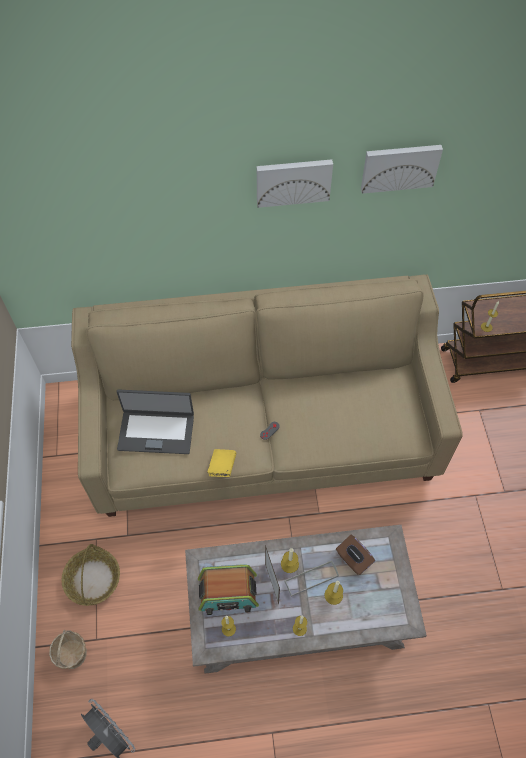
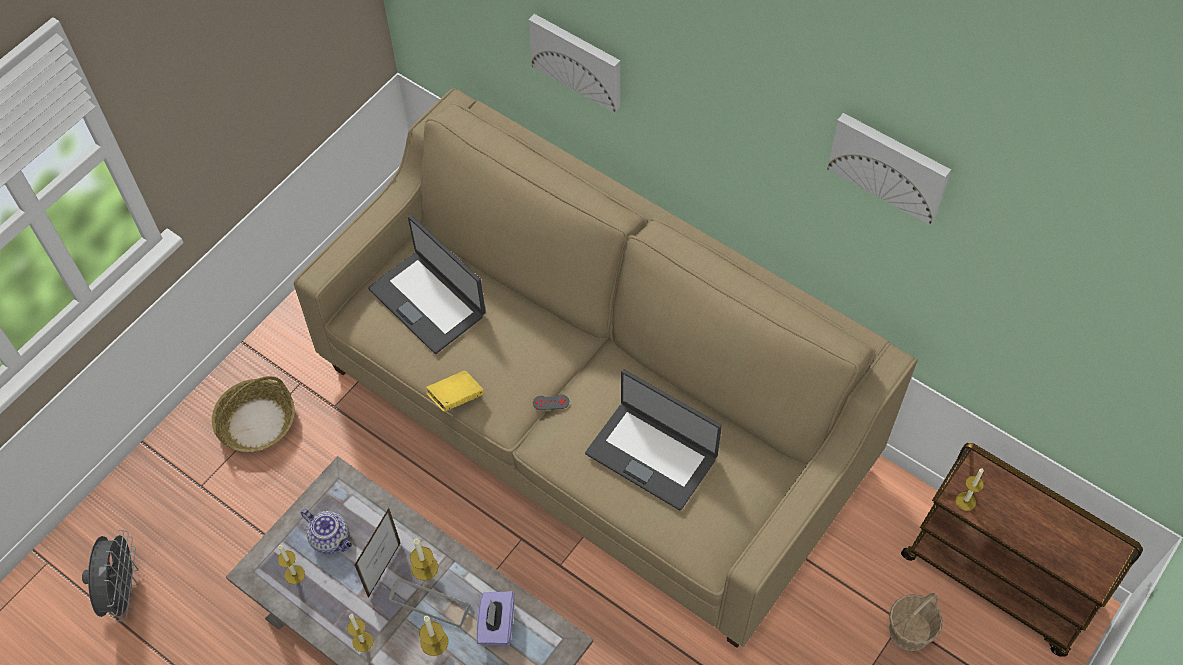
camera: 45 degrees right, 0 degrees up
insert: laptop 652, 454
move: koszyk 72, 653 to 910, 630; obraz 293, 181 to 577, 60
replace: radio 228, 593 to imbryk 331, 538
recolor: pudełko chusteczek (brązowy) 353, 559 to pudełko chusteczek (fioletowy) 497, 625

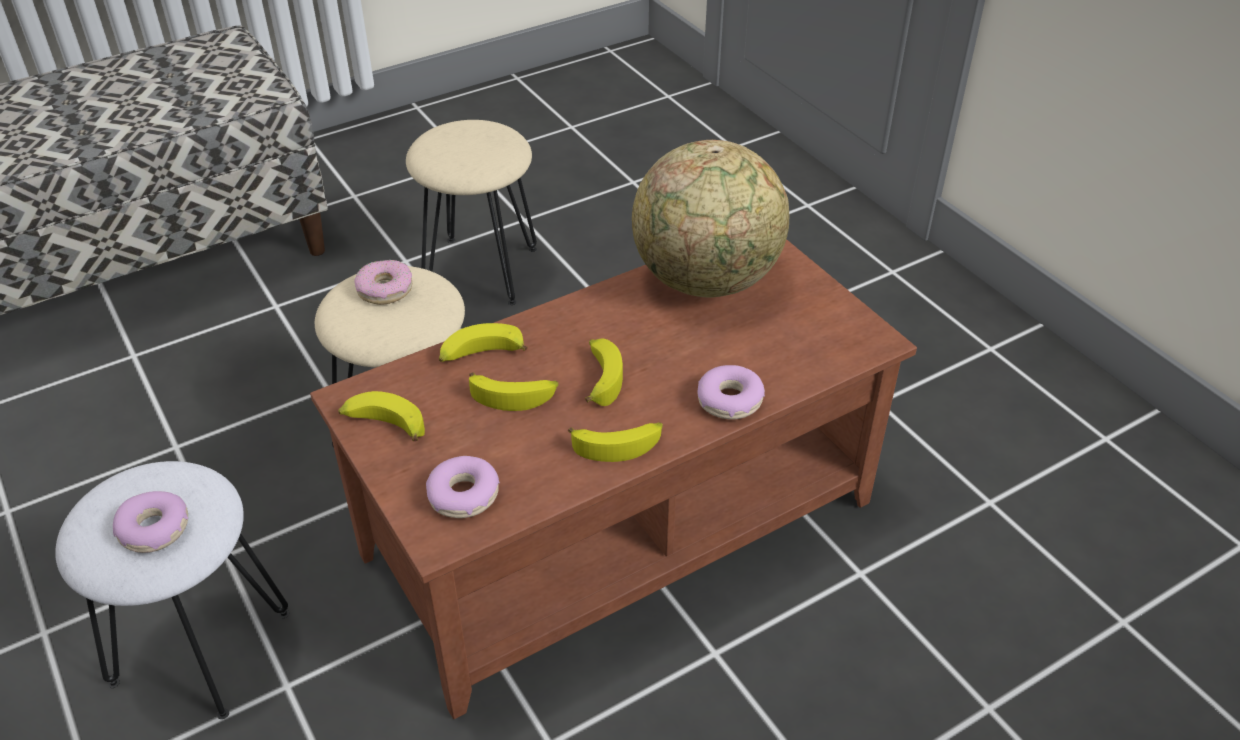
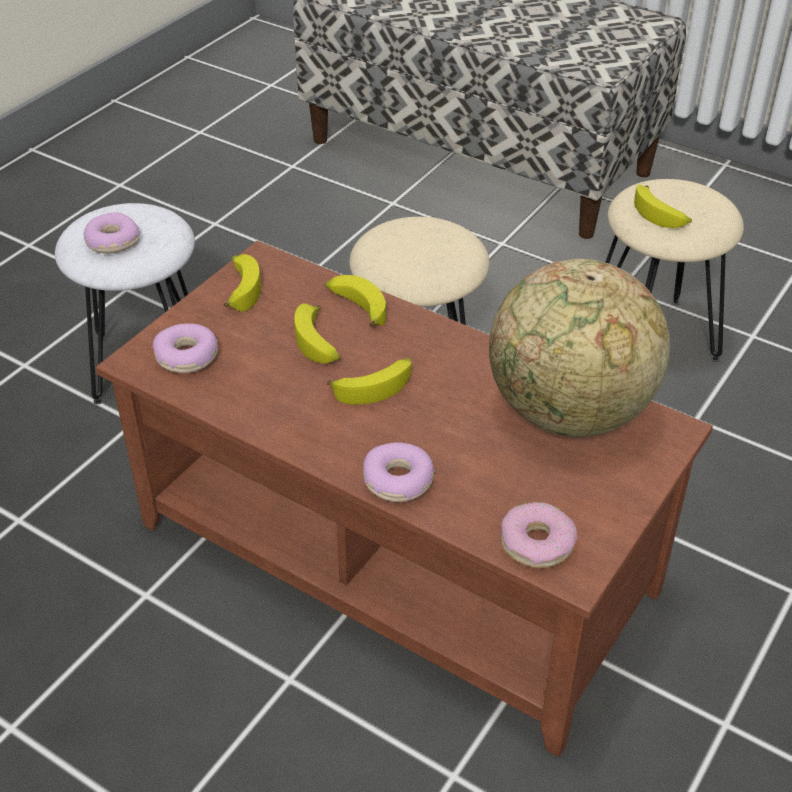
camera: 65 degrees right, 0 degrees up
move: donut 385, 289 to 537, 543; banan 618, 444 to 660, 215

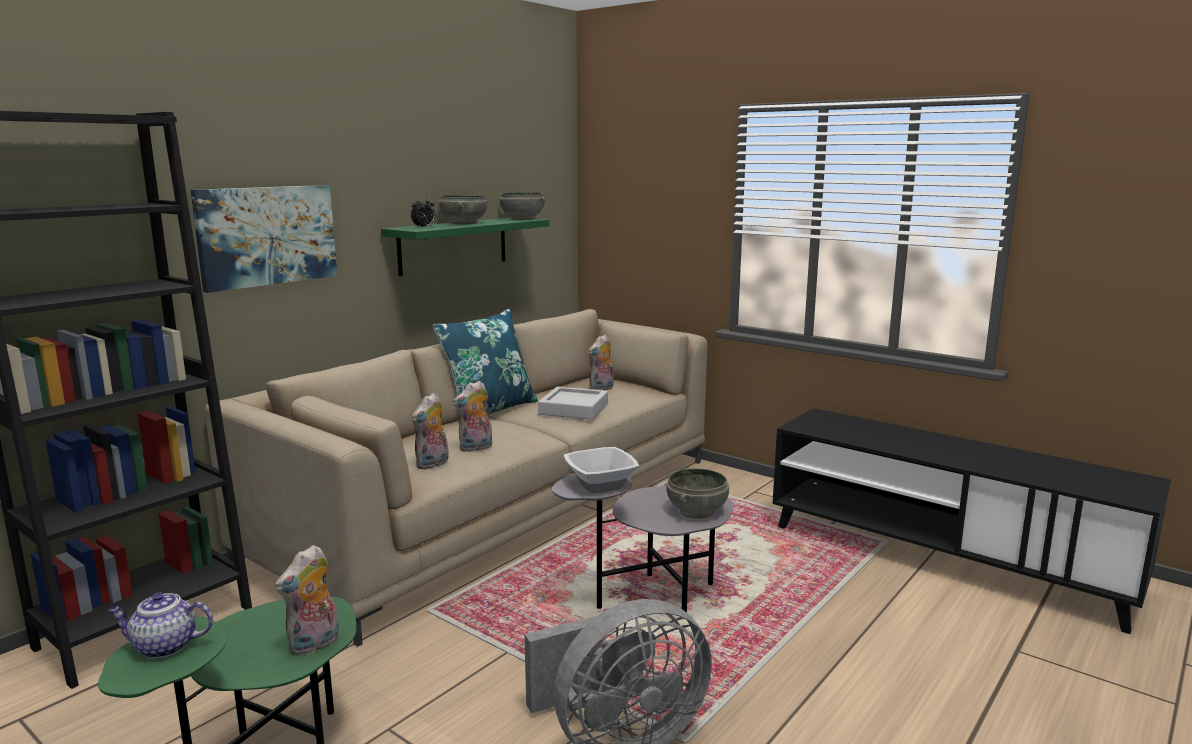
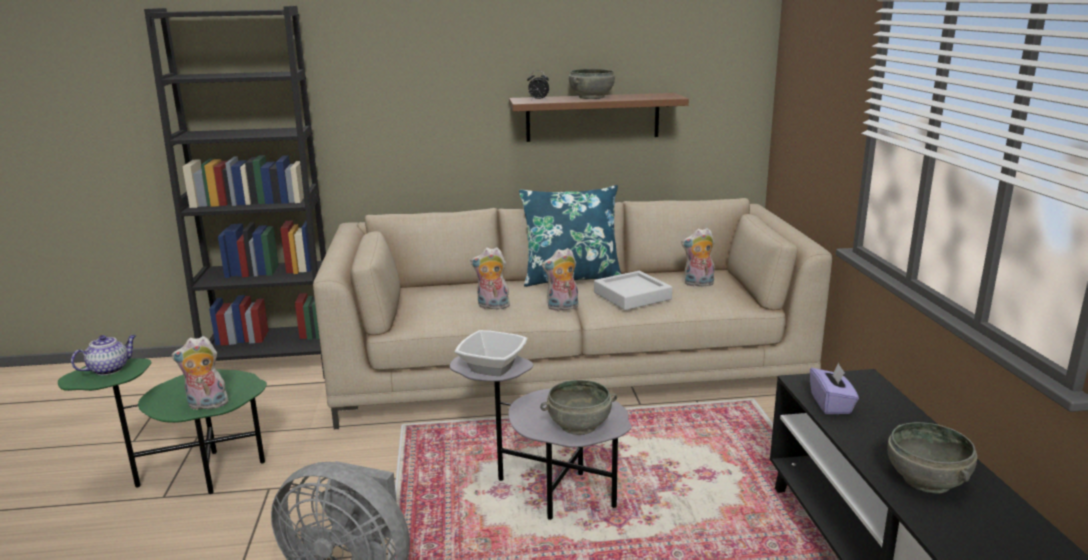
camera: 45 degrees right, 5 degrees up
delete: obraz 267, 235
insert: pudełko chusteczek (fioletowy) 831, 404
move: pluszak 433, 464 to 562, 308; miska (szary) 523, 219 to 927, 480
recolor: półka (zielony) 453, 245 to półka (brązowy) 592, 117
rotate: imbryk 163, 647 = 110, 369 90 degrees clockwise

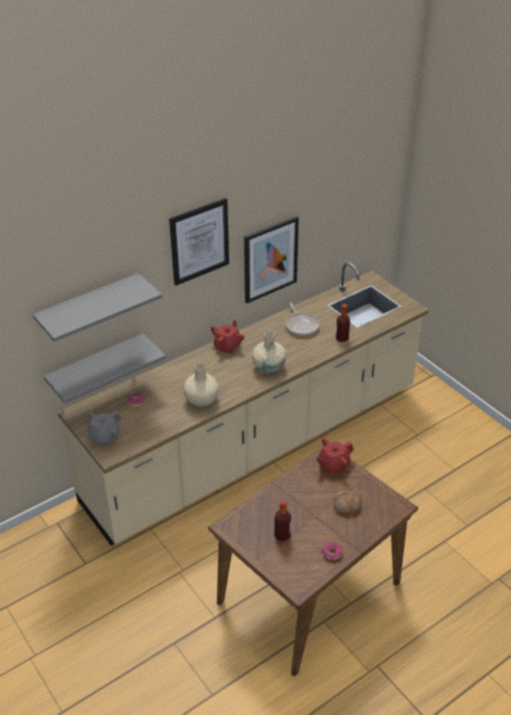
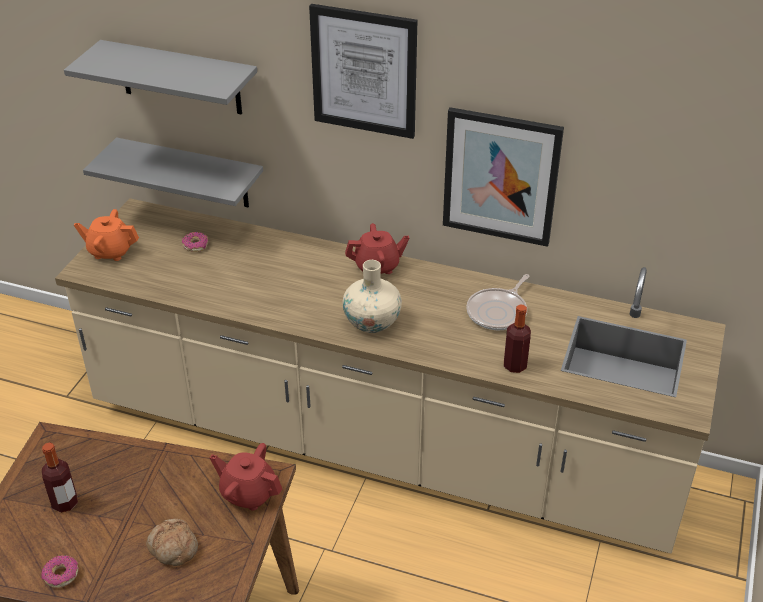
camera: 55 degrees right, 0 degrees up
delete: wazon (beżowy) 201, 400
recolor: imbryk (szary) 104, 437 to imbryk (pomarańczowy) 110, 251

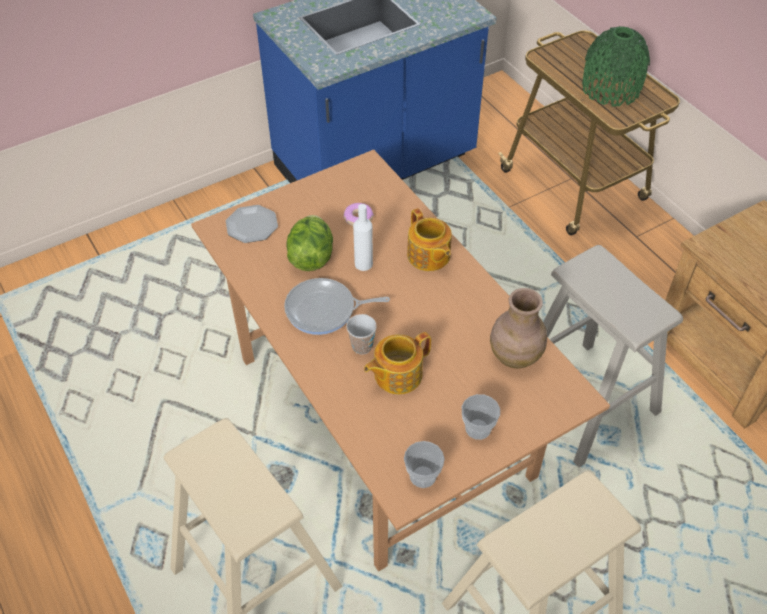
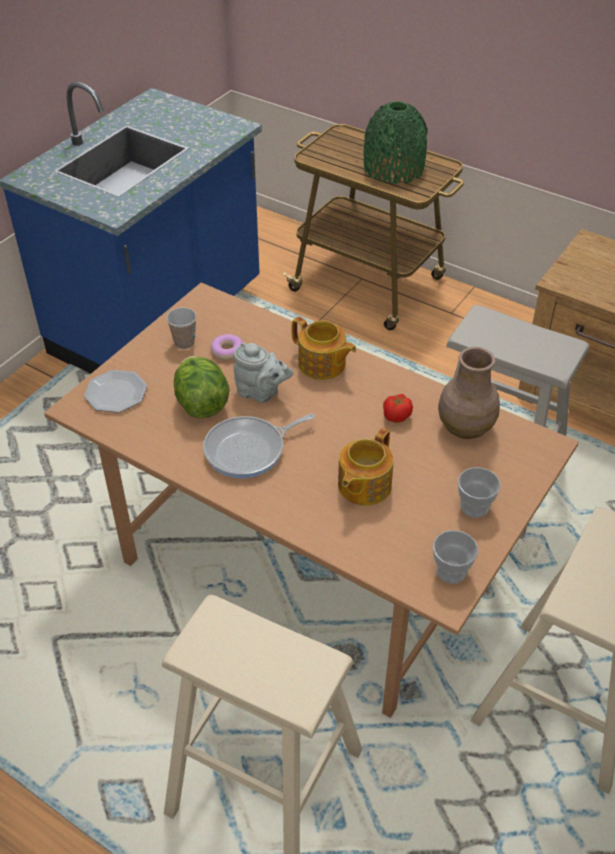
camera: 25 degrees left, 5 degrees down
insert: pomidor 396, 416
move: filiżanka 362, 346 to 184, 343
replace: butelka (biały) 363, 264 to imbryk (szary) 261, 392

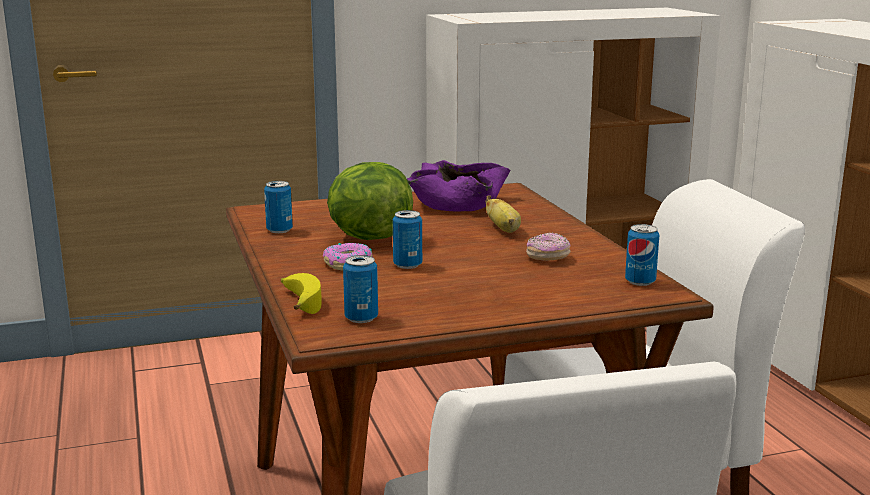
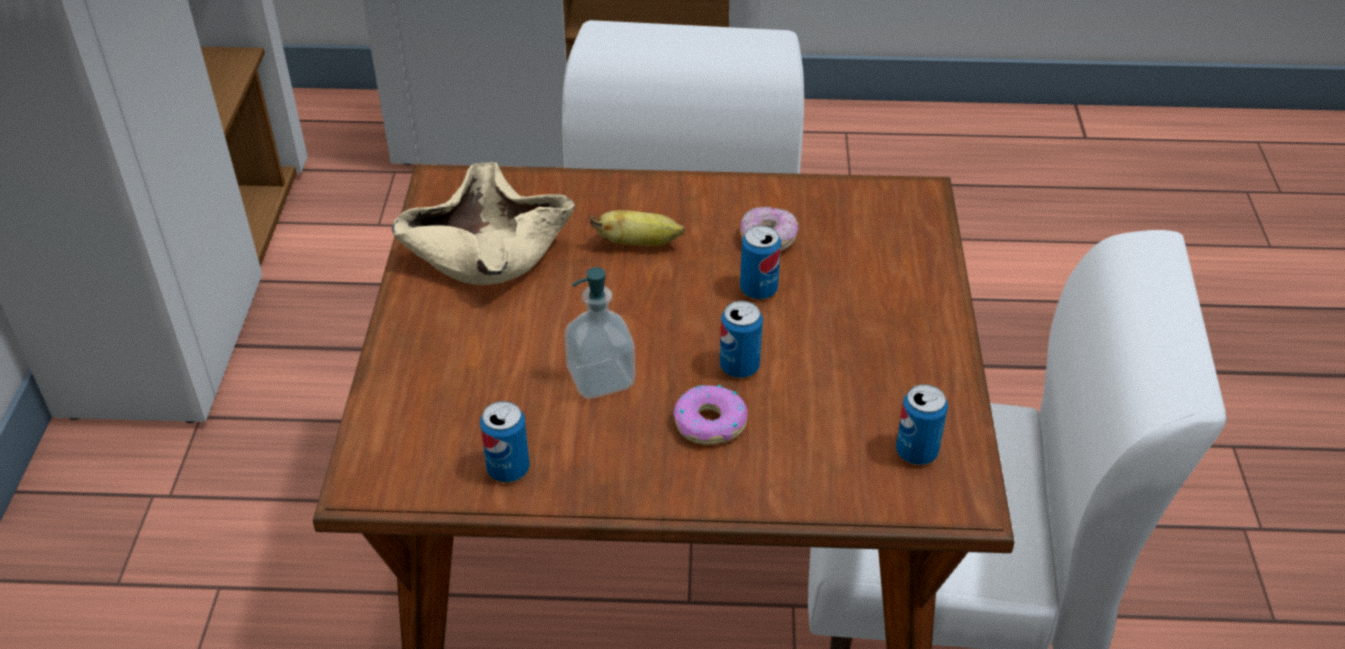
camera: 70 degrees left, 25 degrees up
delete: banan 299, 302
move: puszka 640, 281 to 758, 289
replace: sałata 368, 237 to dozownik mydła 601, 378
recolor: miska (fioletowy) 457, 203 to miska (beżowy) 487, 251

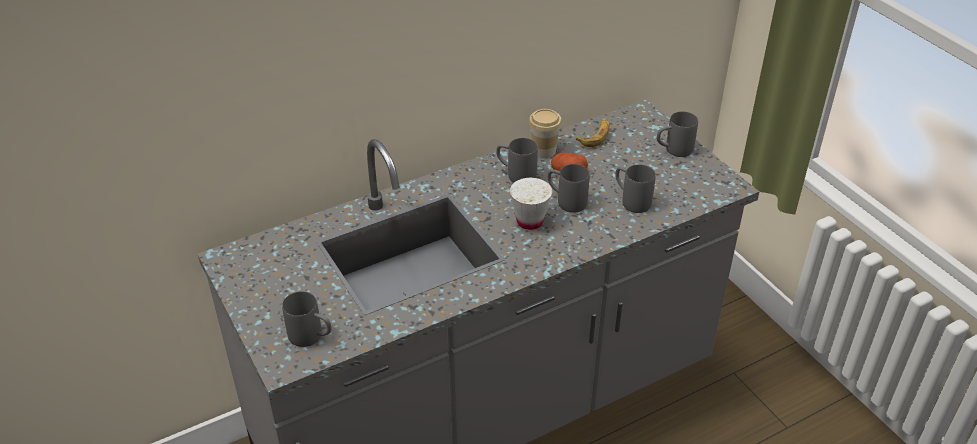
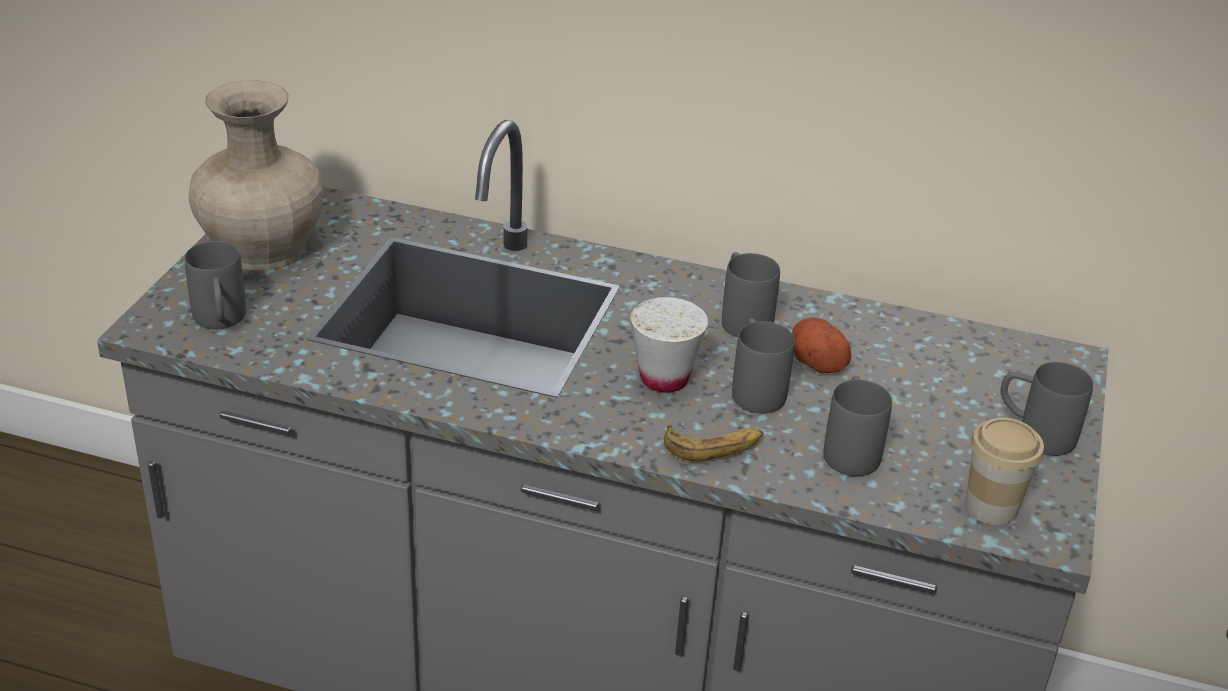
camera: 45 degrees right, 5 degrees down
insert: wazon (beżowy) 260, 247
move: filiżanka 543, 151 to 991, 507; banan 595, 136 to 713, 447

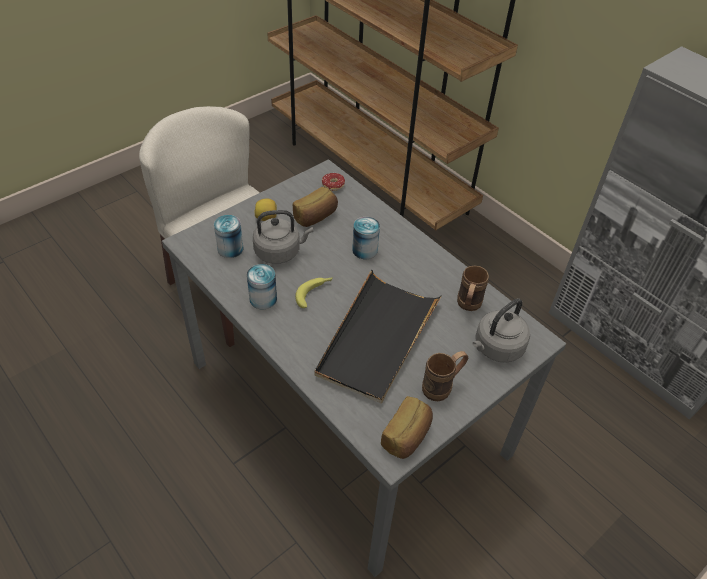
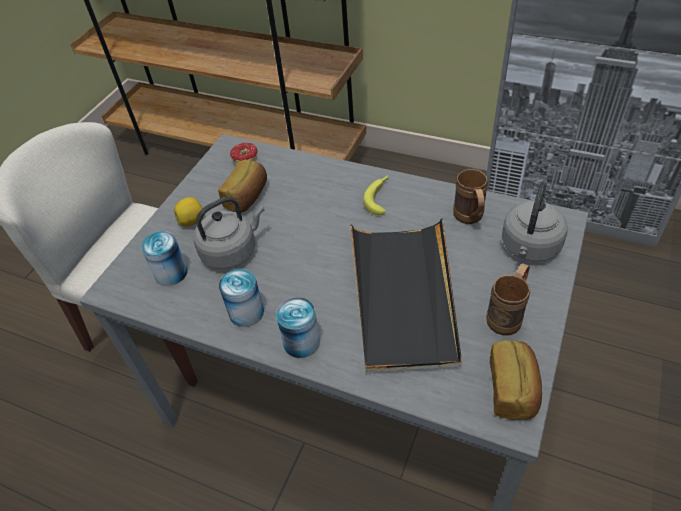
camera: 20 degrees left, 0 degrees up
move: banan 314, 293 to 380, 197; puszka 365, 250 to 301, 342

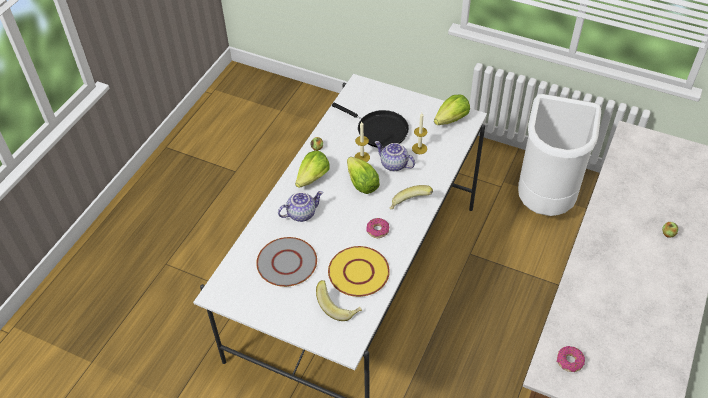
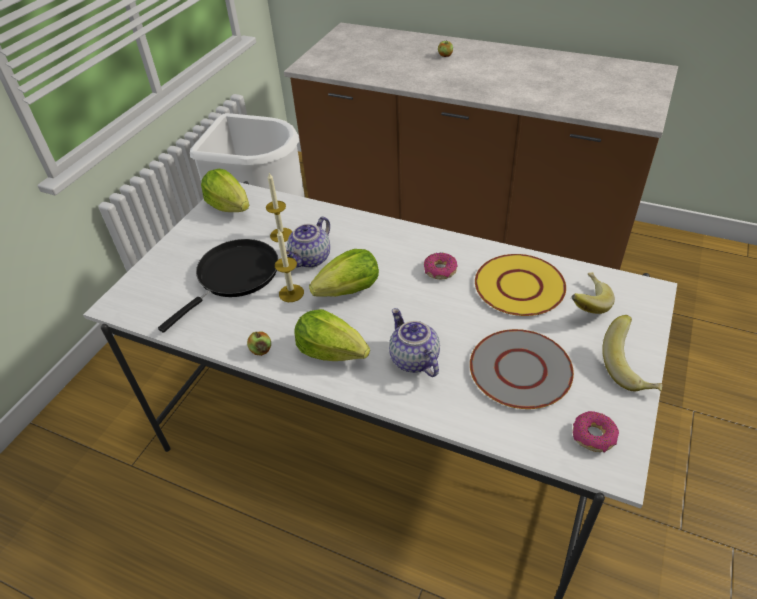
camera: 90 degrees left, 5 degrees down
move: banan 409, 205 to 630, 368; donut 569, 361 to 593, 436

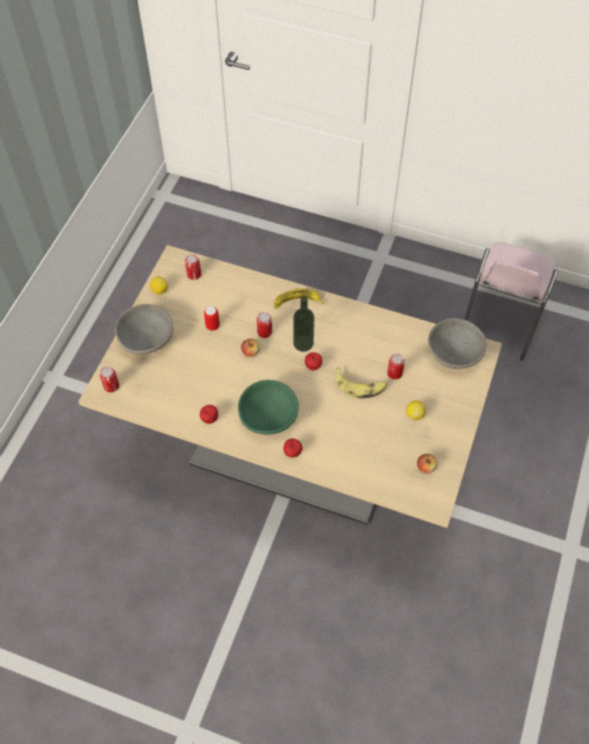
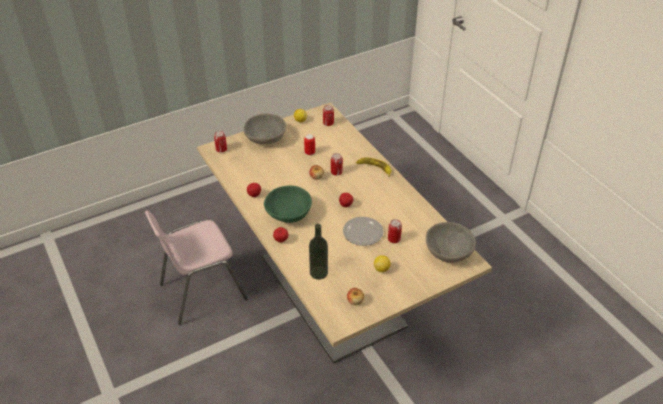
camera: 40 degrees right, 15 degrees down
move: butelka 303, 343 to 318, 272; krzesło (różowy) 500, 320 to 202, 291
replace: banan 360, 386 to talerz 363, 232

